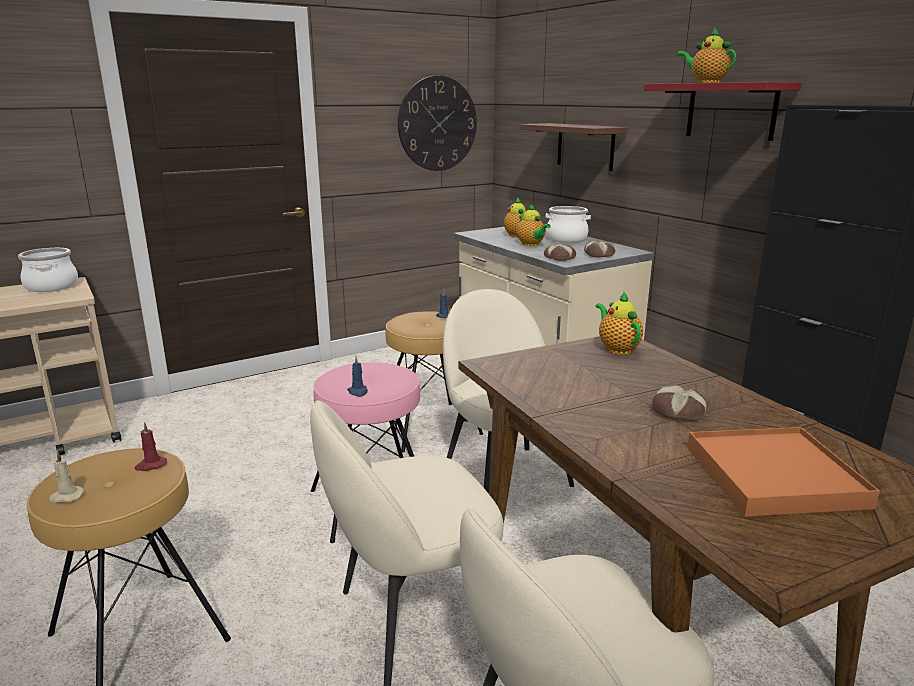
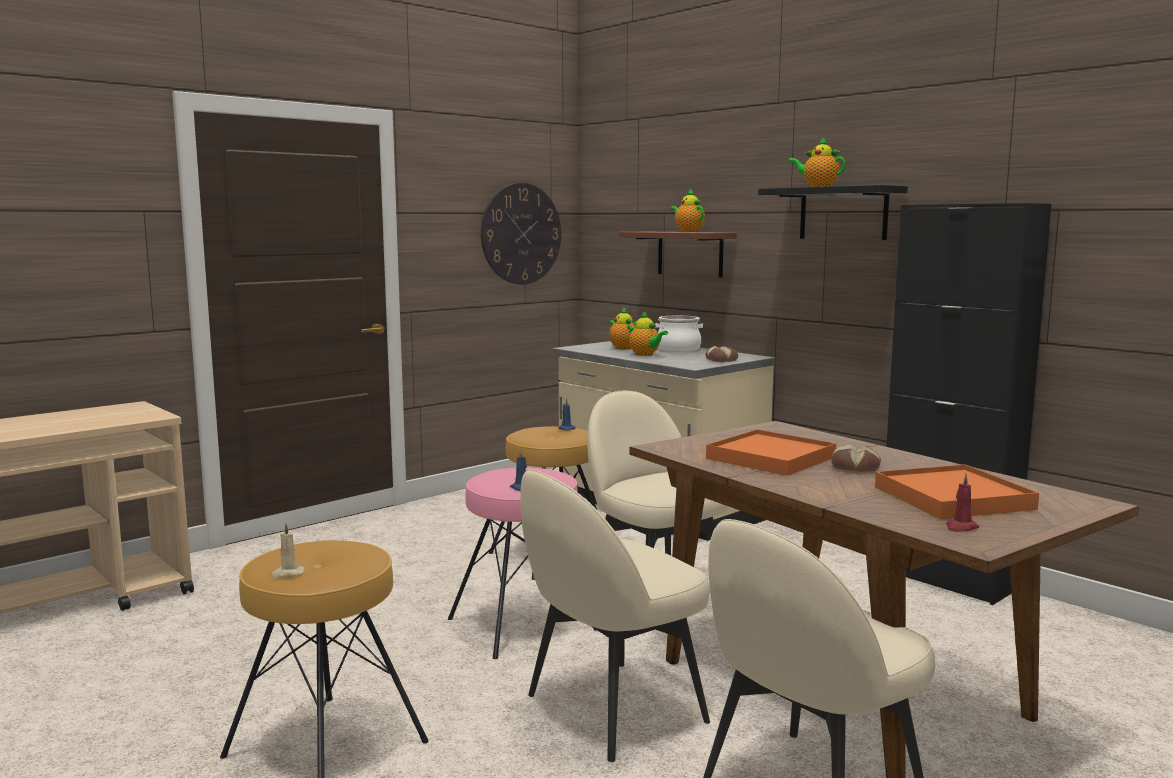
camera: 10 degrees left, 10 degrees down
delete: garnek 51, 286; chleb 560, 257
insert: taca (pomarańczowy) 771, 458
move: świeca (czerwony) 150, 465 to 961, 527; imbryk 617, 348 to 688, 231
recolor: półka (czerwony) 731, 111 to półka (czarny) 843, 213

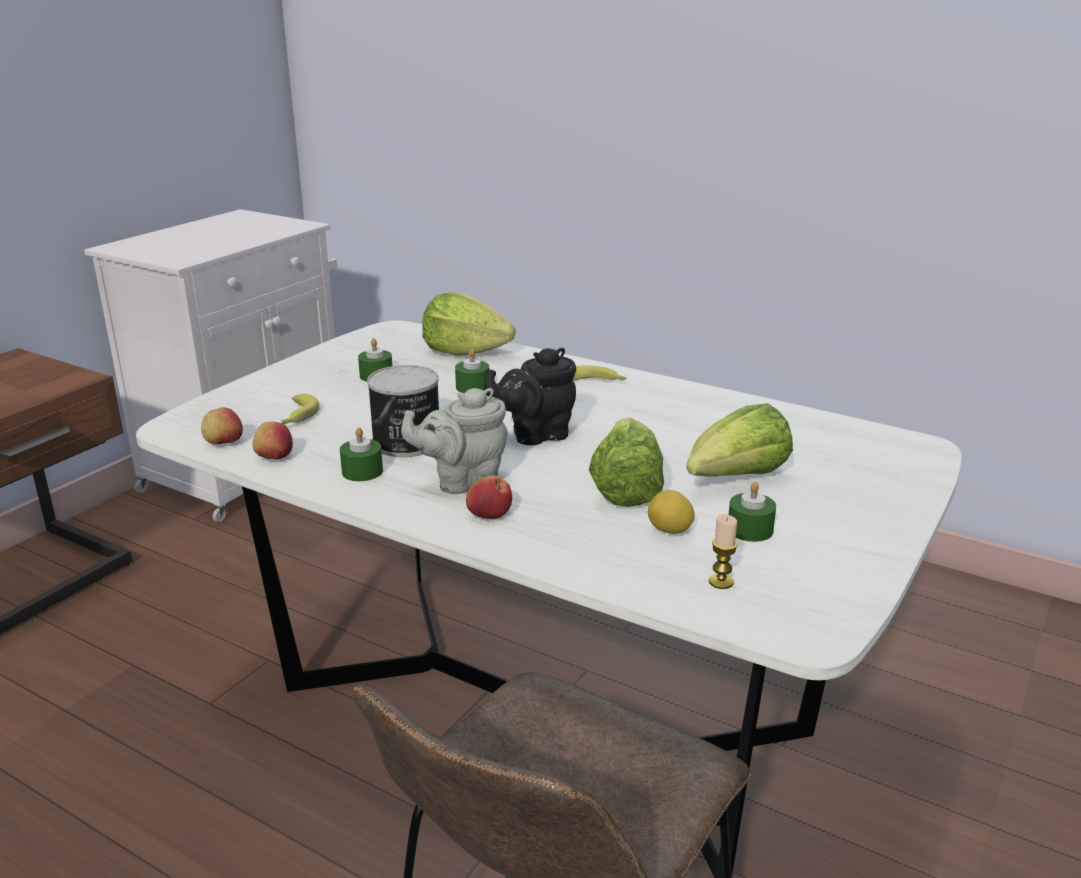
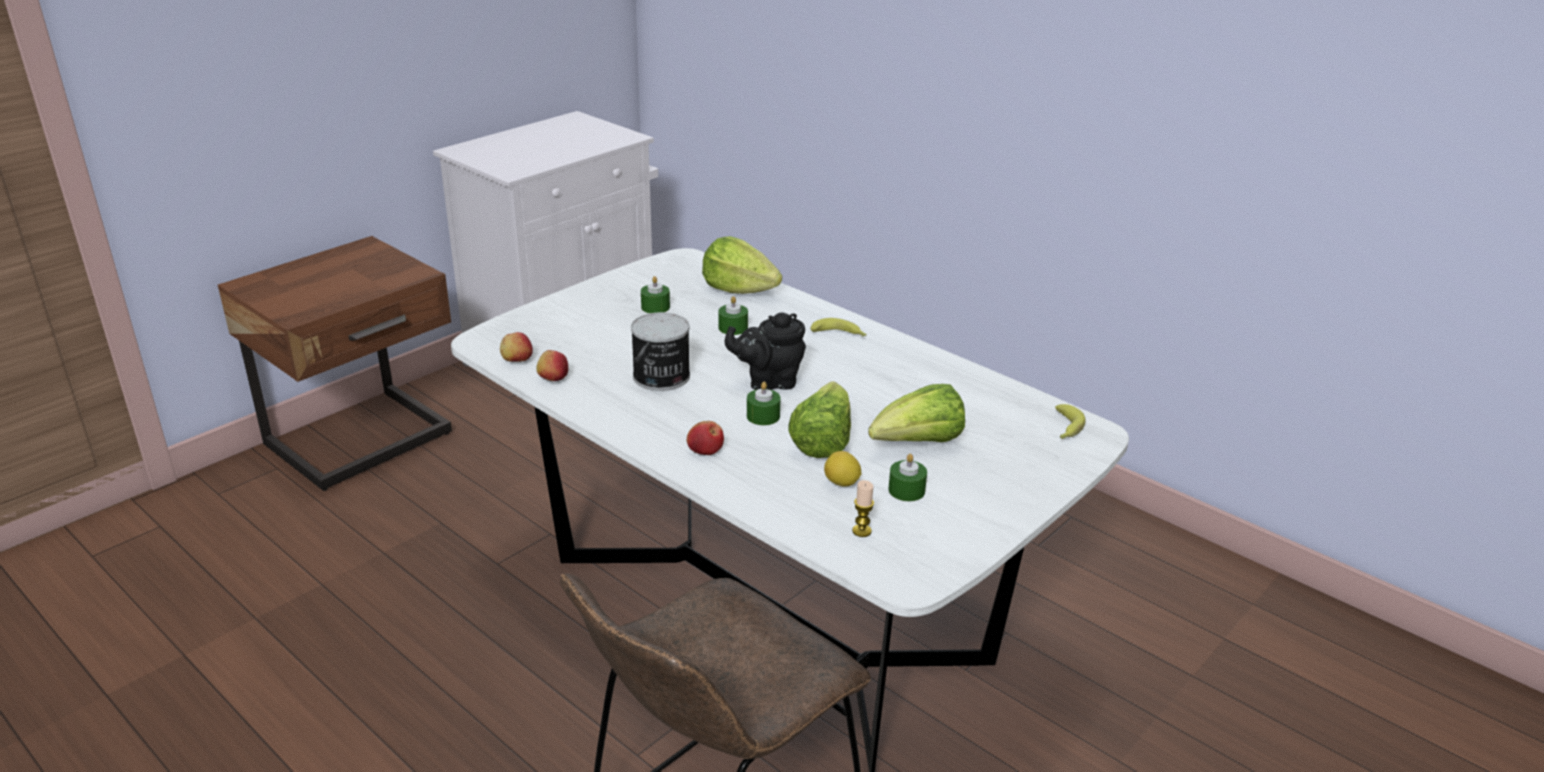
camera: 10 degrees right, 5 degrees up
delete: imbryk (szary) 462, 482
move: banan 296, 417 to 1065, 429; świeca (zielony) 362, 471 to 763, 416

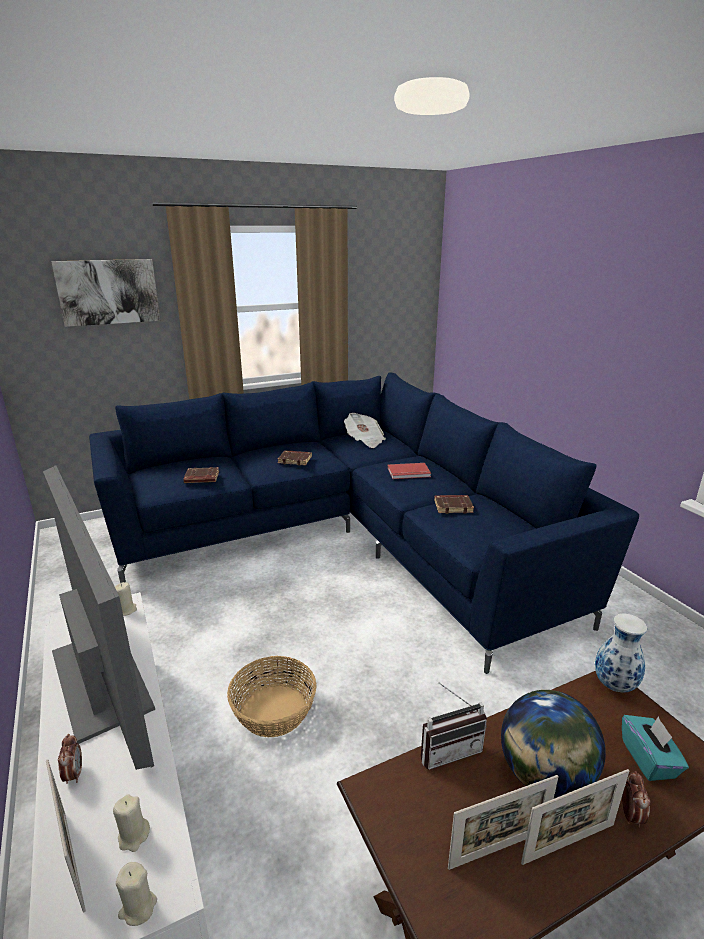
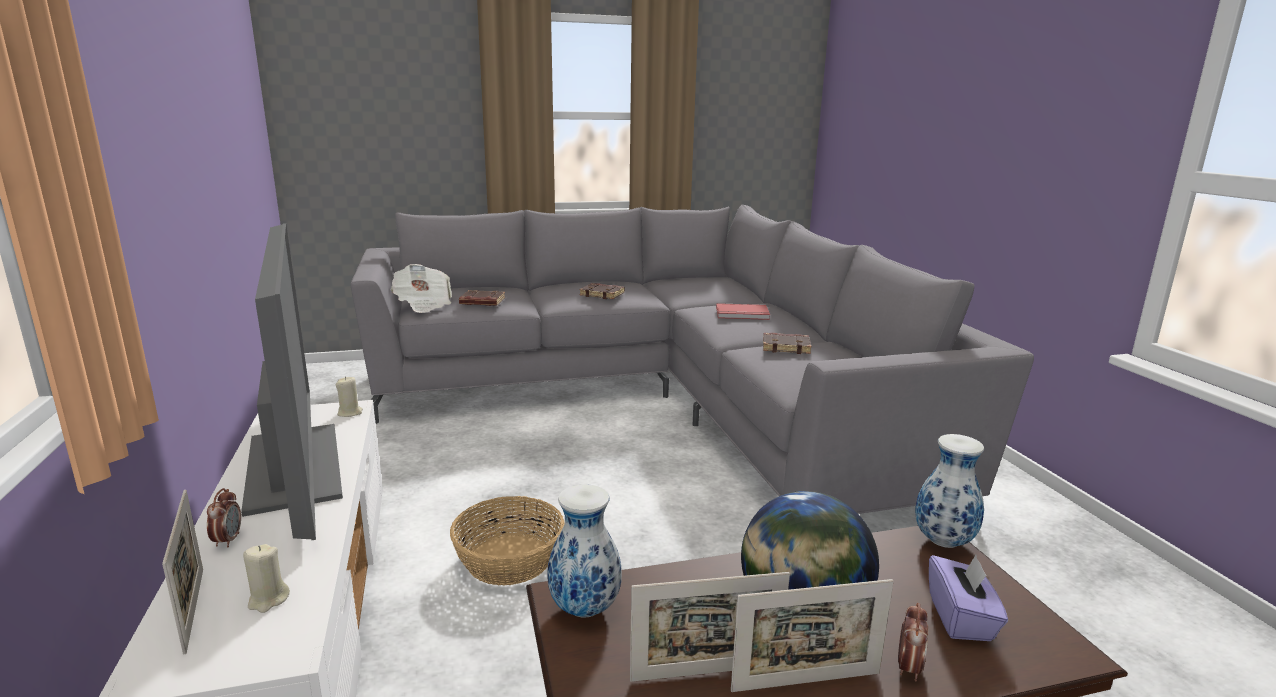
camera: 10 degrees right, 5 degrees down
delete: obraz 108, 292; świeca (beżowy) 138, 907; radio 448, 749
insert: wazon 586, 608
move: gazeta 364, 441 to 423, 304
recolor: kanapa (niebieski) 346, 538 to kanapa (szary) 660, 403; pudełko chusteczek (turkusowy) 648, 759 to pudełko chusteczek (fioletowy) 961, 618

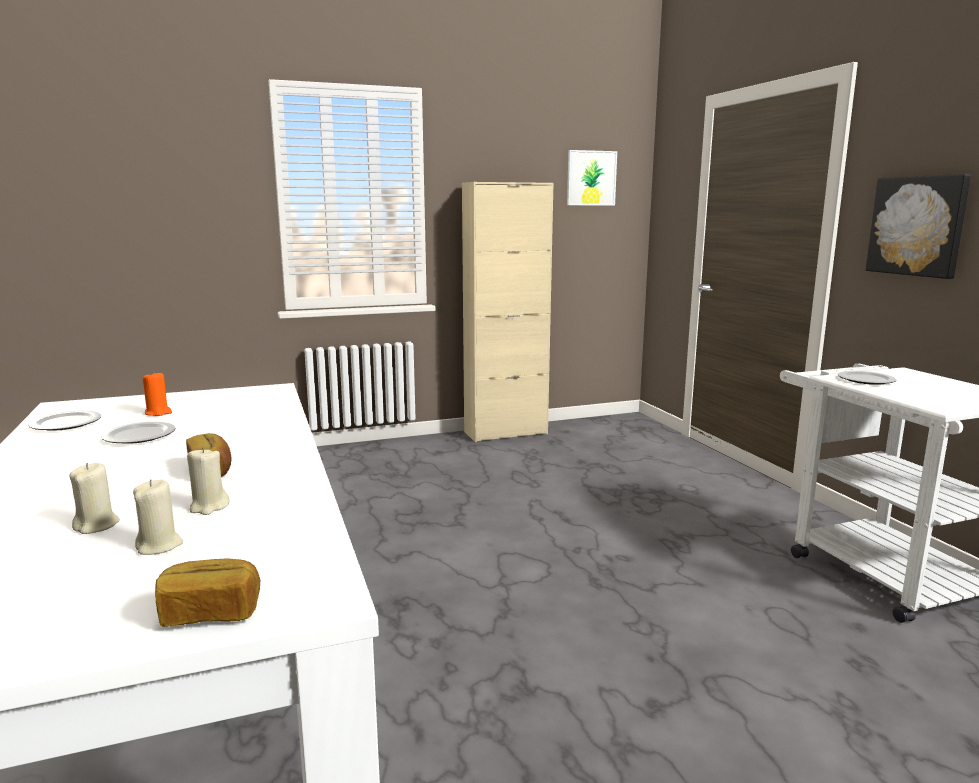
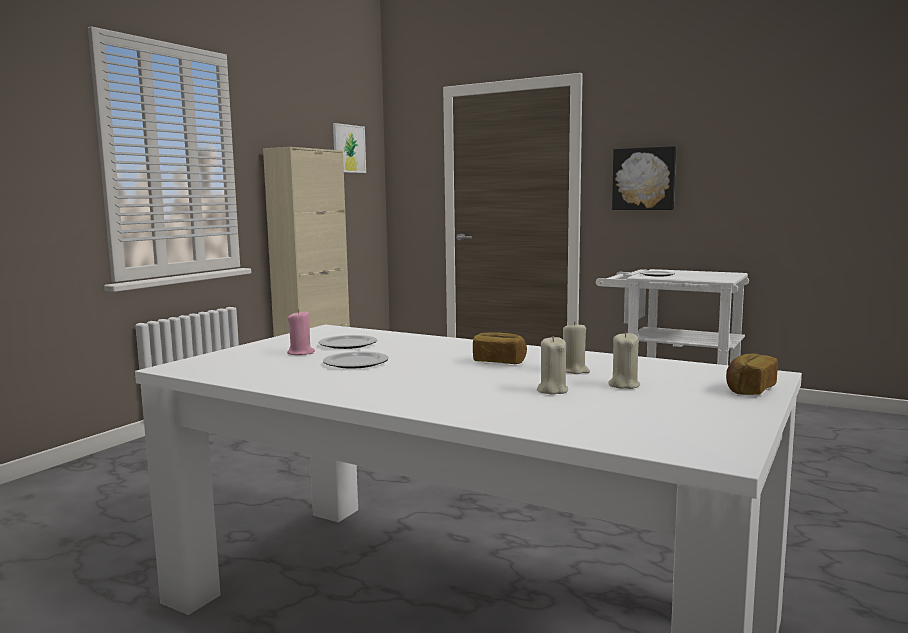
camera: 40 degrees left, 5 degrees down
move: talerz 67, 423 to 348, 344
recolor: świeca (pomarańczowy) 158, 413 to świeca (różowy) 301, 353

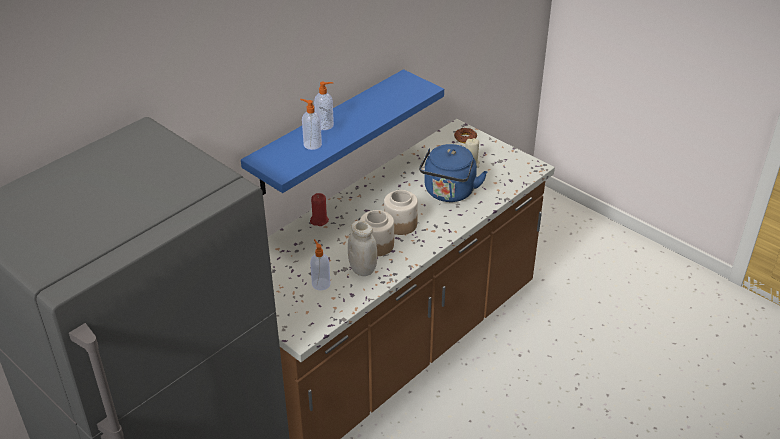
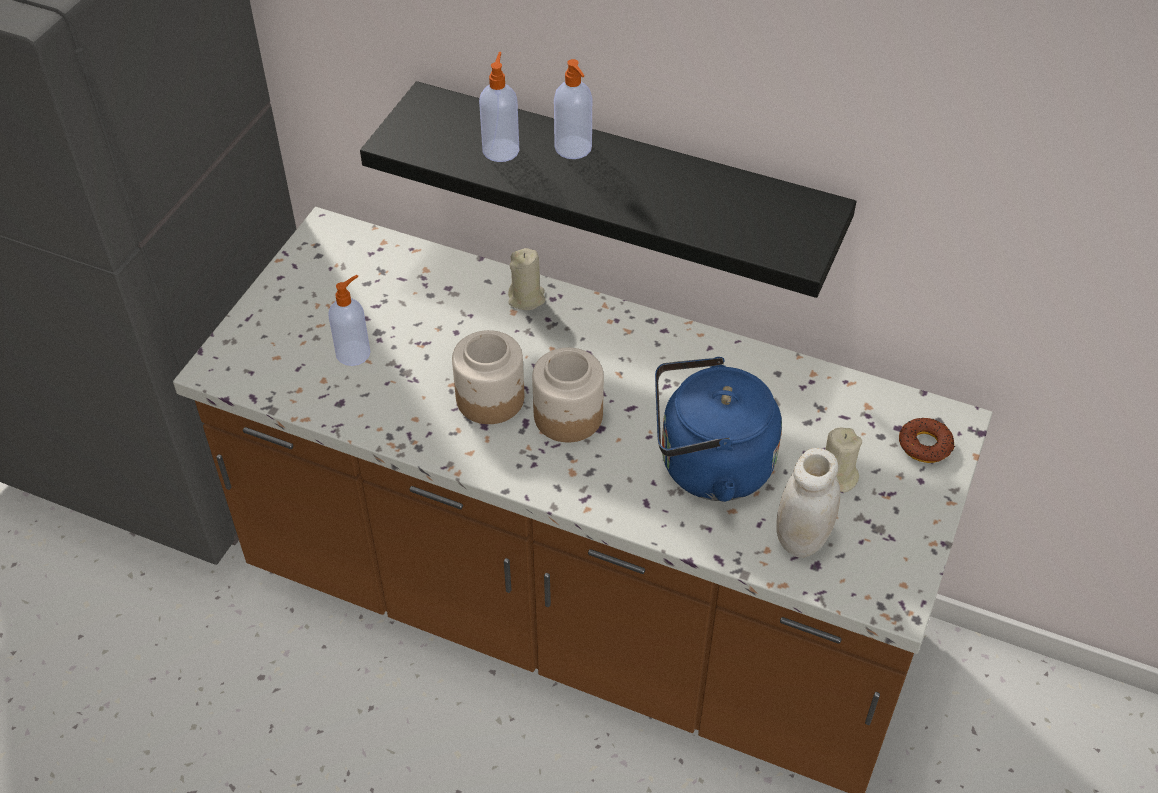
camera: 70 degrees right, 10 degrees up
move: słoik (biały) 363, 269 to 802, 539
recolor: półka (niebieski) 328, 133 to półka (czarny) 625, 180; świeca (czerwony) 319, 220 to świeca (beżowy) 526, 298

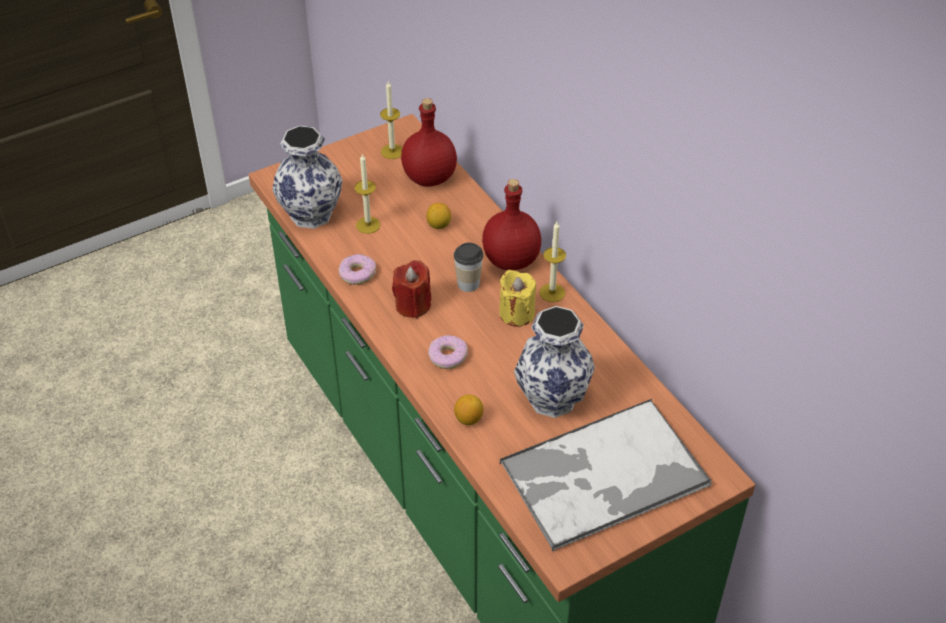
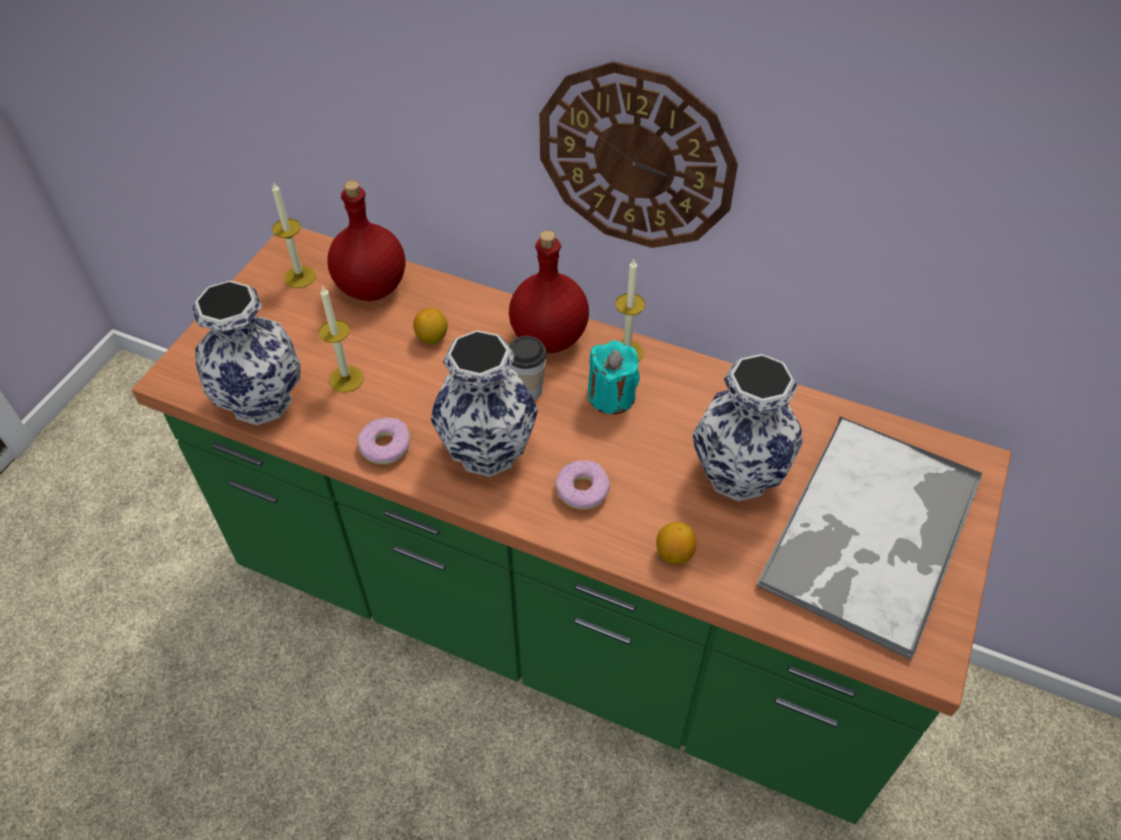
camera: 35 degrees left, 5 degrees up
insert: zegar ścienny 636, 158
replace: świeca (czerwony) 413, 305 to wazon 486, 449
recolor: świeca (żółty) 517, 313 to świeca (turkusowy) 611, 396

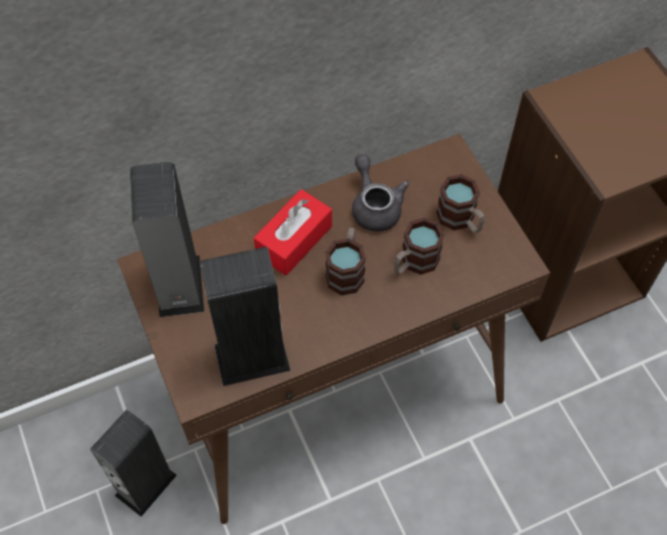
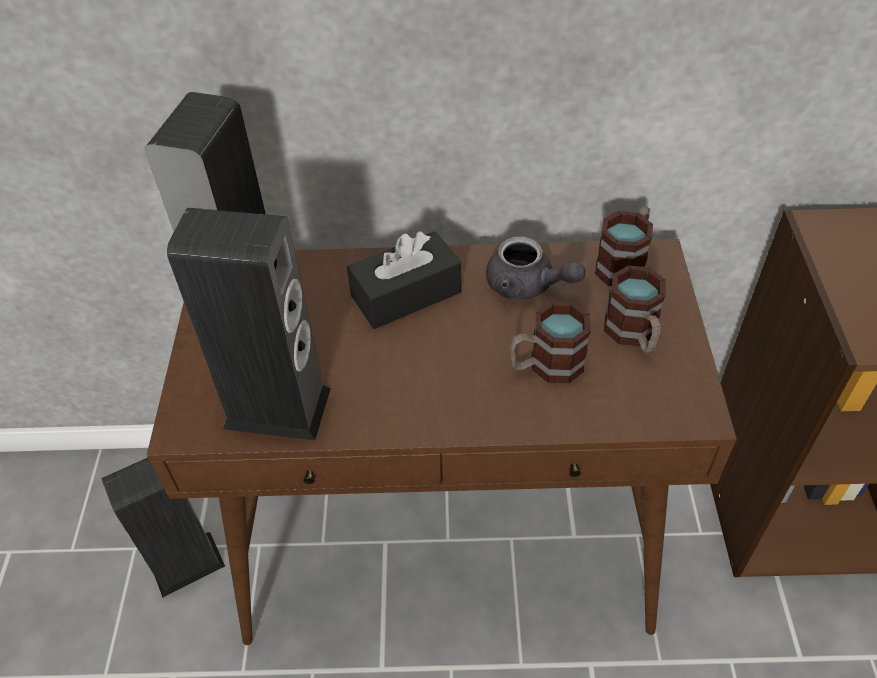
camera: 25 degrees right, 10 degrees down
move: kubek 346, 270 to 624, 263
recolor: pudełko chusteczek (czerwony) 294, 240 to pudełko chusteczek (czarny) 406, 294
rotate: imbryk (szary) 375, 206 = 527, 286 120 degrees clockwise

